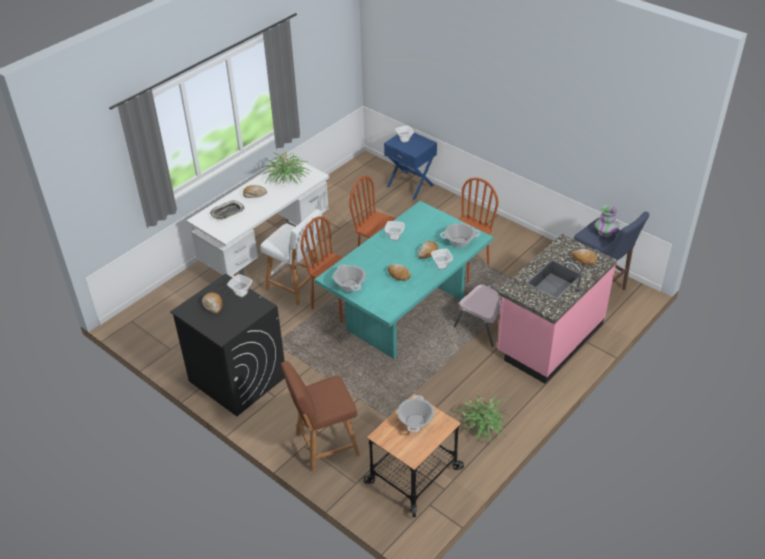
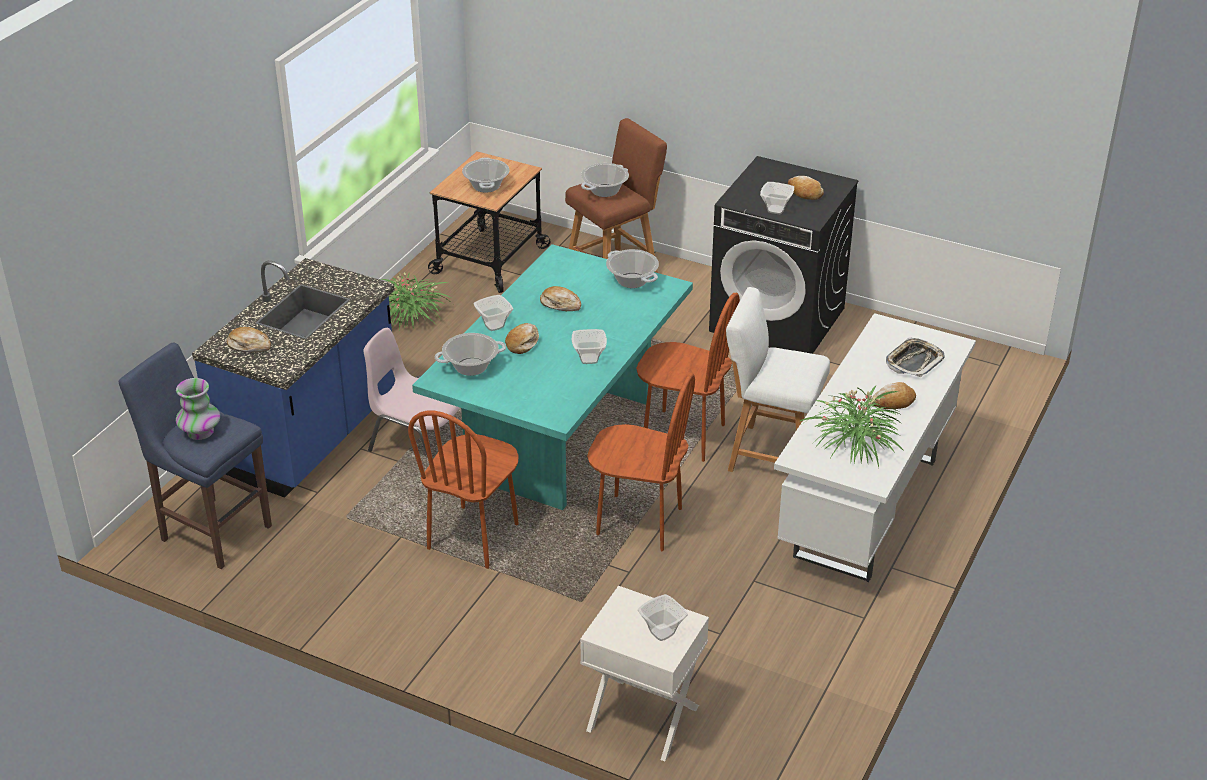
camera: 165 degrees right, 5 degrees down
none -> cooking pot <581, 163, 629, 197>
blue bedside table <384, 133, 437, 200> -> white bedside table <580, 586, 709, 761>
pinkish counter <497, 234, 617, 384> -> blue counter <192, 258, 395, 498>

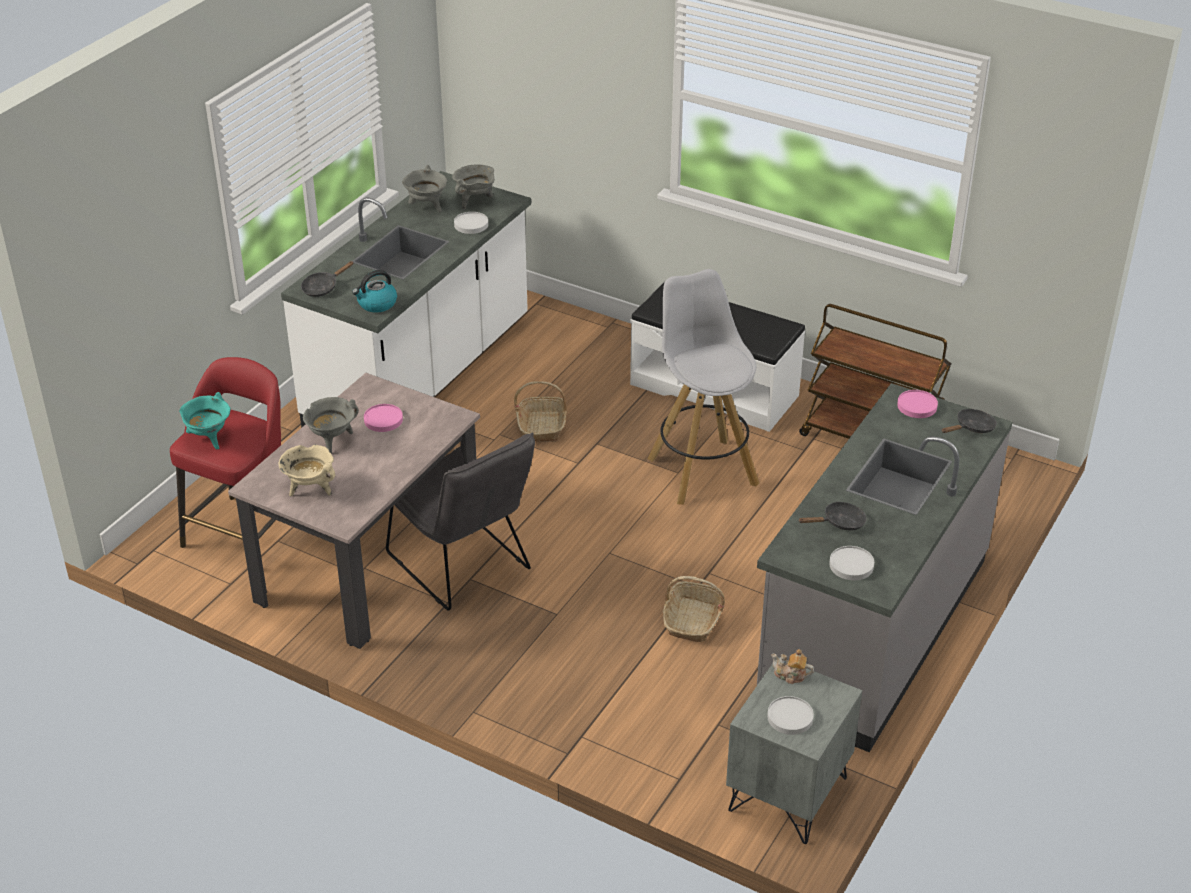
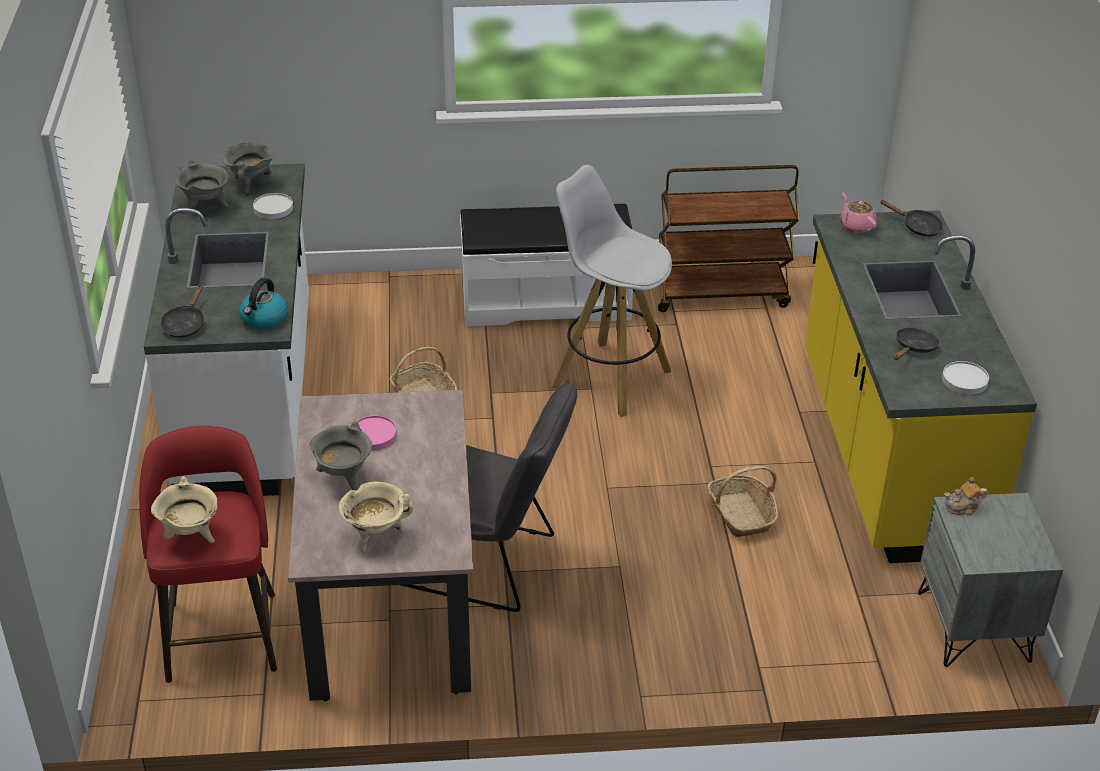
camera: 35 degrees left, 0 degrees up
white dinner plate <767, 696, 814, 735> -> none
pinkish dinner plate <897, 390, 938, 418> -> pinkish pot for tea <840, 193, 877, 233>
turquoise-coloured cooking pot <179, 392, 231, 449> -> sand-coloured cooking pot <151, 476, 218, 543>
greyish counter <757, 383, 1012, 752> -> yellow counter <805, 210, 1037, 563>
black skillet <941, 409, 997, 433> -> black skillet <881, 200, 943, 237>, 105 degrees clockwise

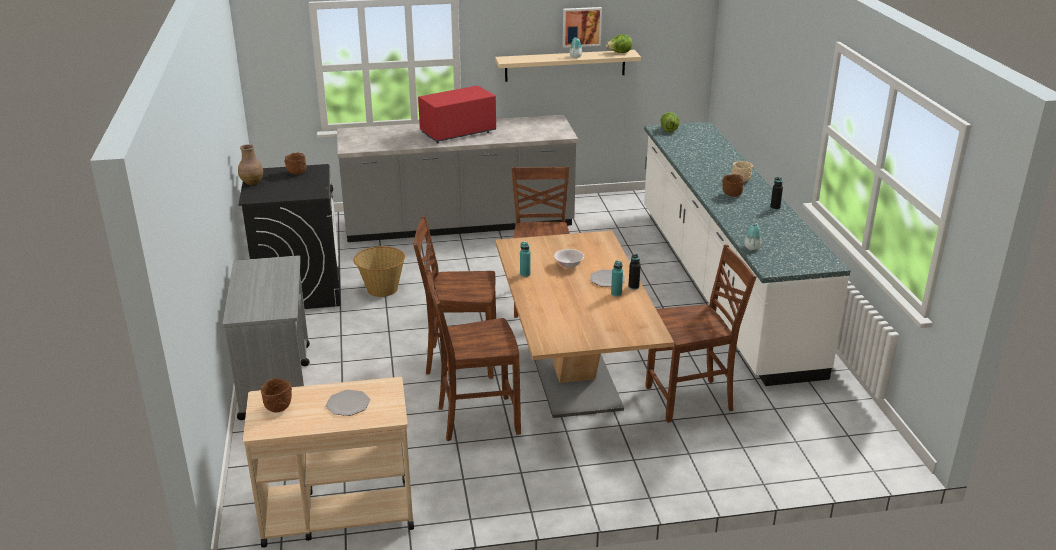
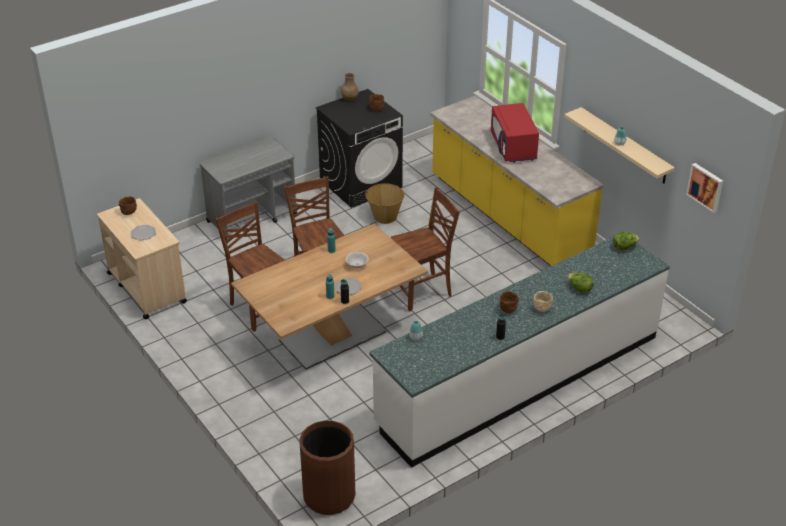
camera: 65 degrees right, 10 degrees up
brownish chair <646, 244, 757, 423> -> none
none -> brownish rubbish bin <299, 421, 355, 515>
wall picture <563, 7, 602, 48> -> wall picture <686, 163, 723, 213>, moved
lettuce head <605, 34, 632, 53> -> lettuce head <567, 273, 594, 293>, moved
greyish counter <337, 115, 578, 242> -> yellow counter <430, 96, 604, 266>
red kitchen microwave <418, 85, 496, 144> -> red kitchen microwave <491, 103, 539, 163>, 135 degrees counterclockwise

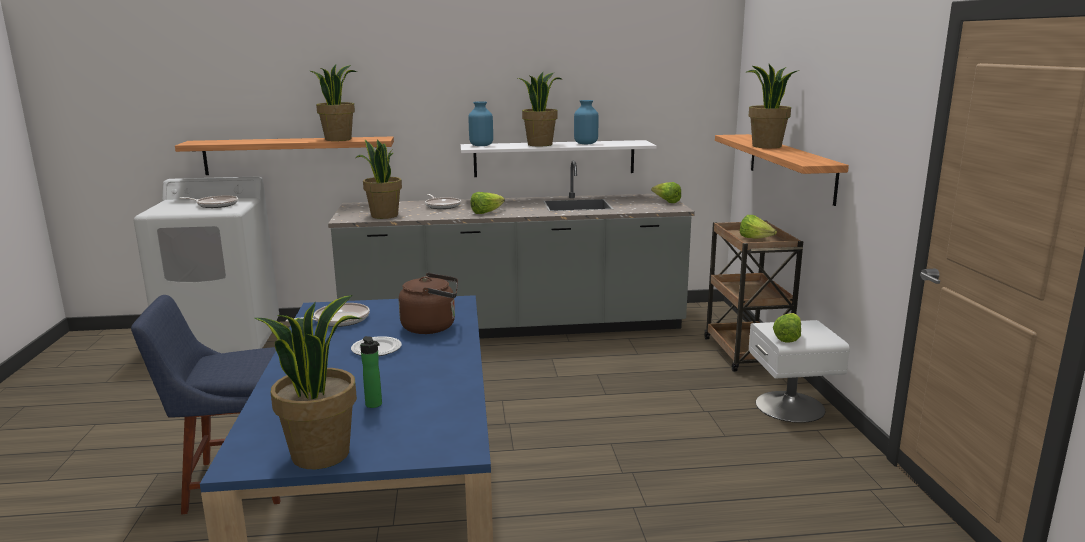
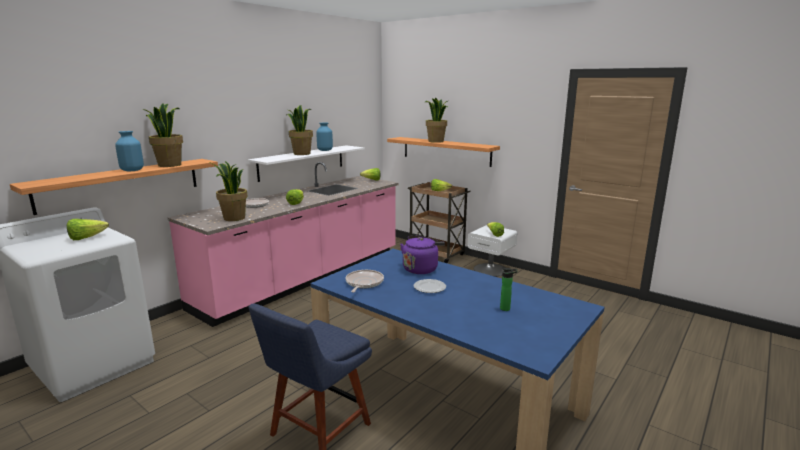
camera: 45 degrees left, 0 degrees up
plant in a pot <255, 295, 362, 469> -> none
blue vase <468, 101, 493, 146> -> blue vase <115, 131, 144, 171>, moved
skillet <180, 196, 238, 208> -> lettuce head <67, 219, 109, 240>
greyish counter <328, 160, 695, 339> -> pinkish counter <168, 162, 399, 327>
brownish water kettle <399, 273, 458, 334> -> purple-coloured water kettle <400, 235, 445, 274>

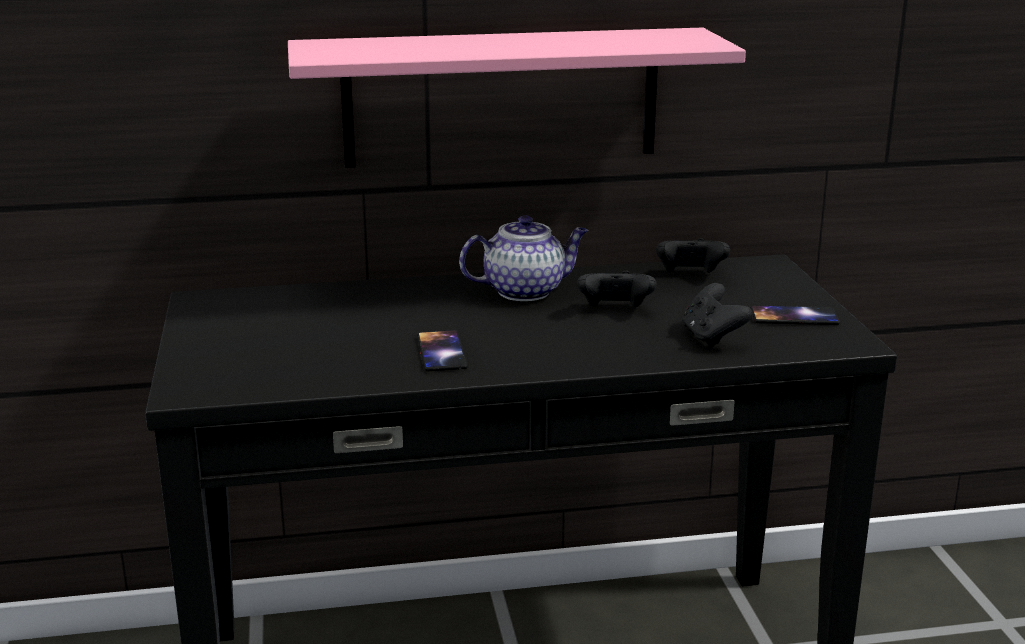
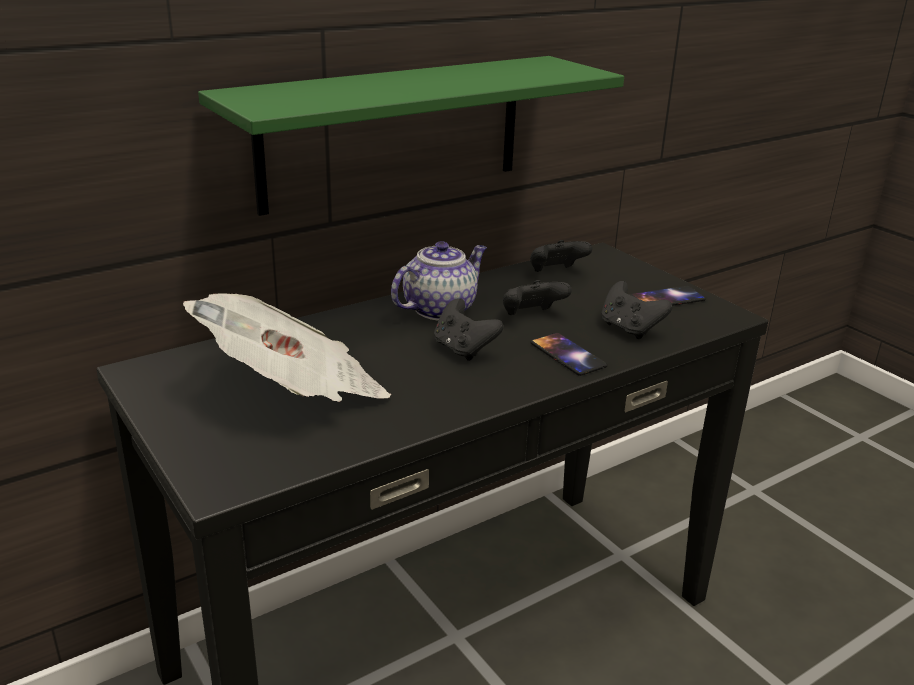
camera: 25 degrees left, 5 degrees up
none -> daily paper <183, 294, 391, 402>
none -> black game controller <434, 298, 504, 361>
telephone <417, 330, 468, 371> -> telephone <531, 333, 608, 376>, moved
pinkish bracket shelf <288, 28, 746, 168> -> green-coloured bracket shelf <198, 56, 624, 216>

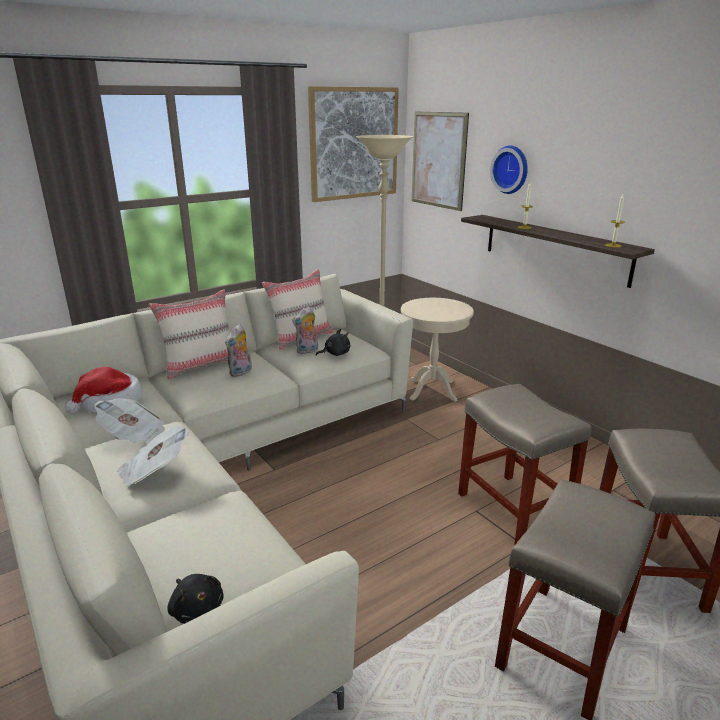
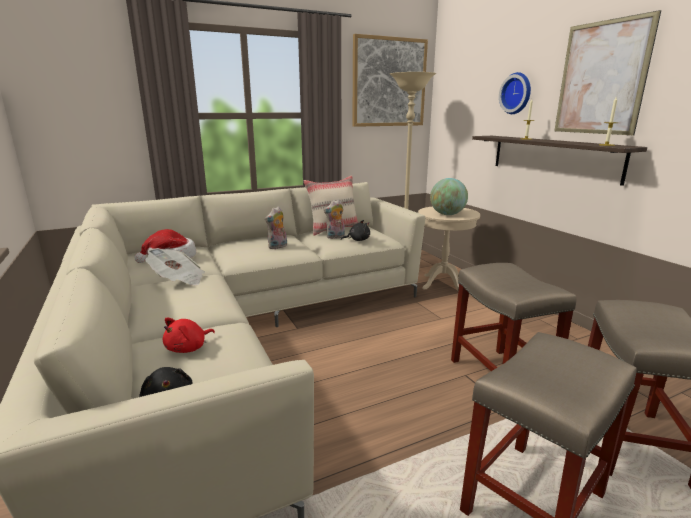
camera: 10 degrees right, 5 degrees down
daily paper <117, 425, 189, 488> -> none
sand-coloured throw pillow <149, 289, 230, 380> -> none
none -> red soft toy <163, 318, 215, 353>
none -> globe <430, 178, 468, 215>
wall picture <412, 112, 469, 211> -> wall picture <554, 10, 661, 135>, moved

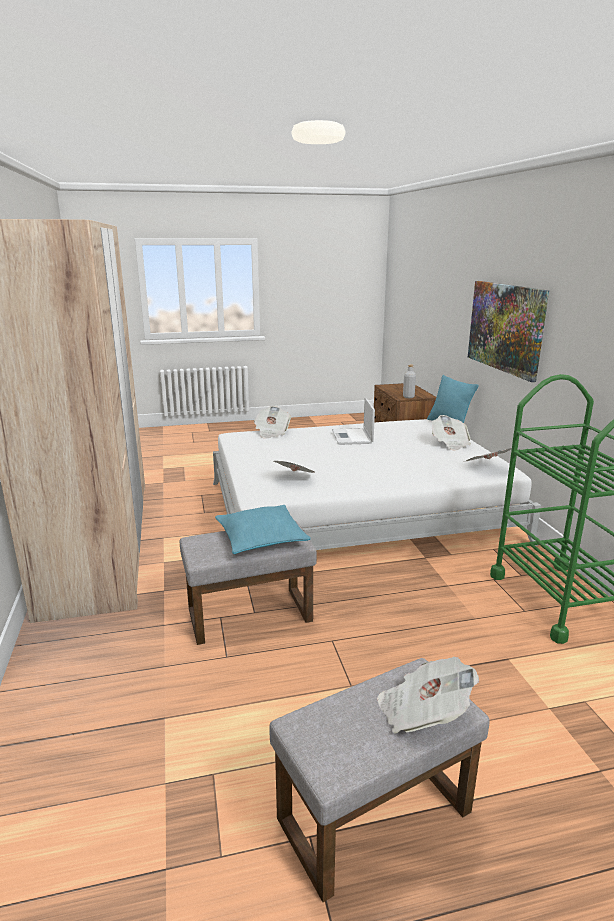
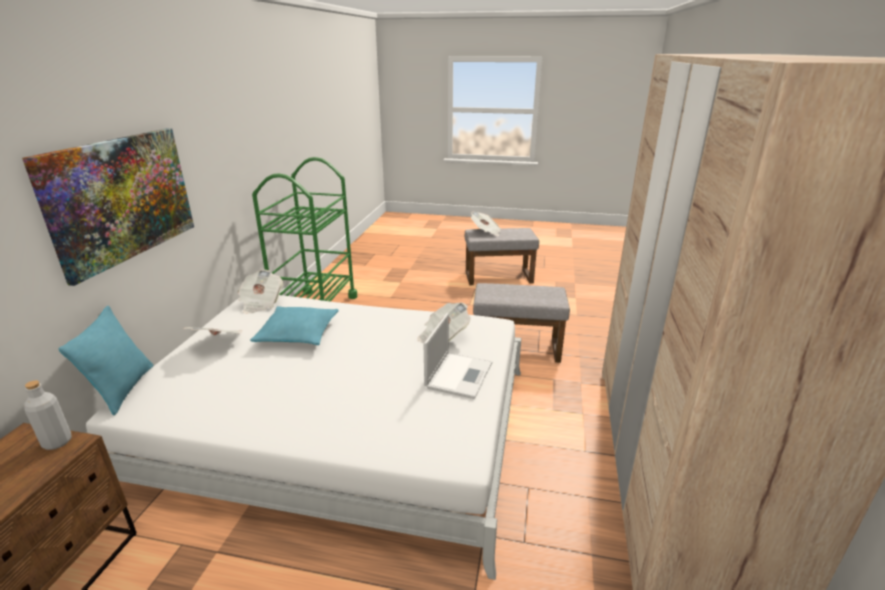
camera: 155 degrees left, 5 degrees up
daily paper <254, 406, 291, 438> -> none
turquoise-coloured throw pillow <215, 505, 311, 554> -> turquoise-coloured throw pillow <250, 306, 339, 345>, moved
portable computer <332, 398, 375, 445> -> portable computer <424, 313, 492, 399>, moved

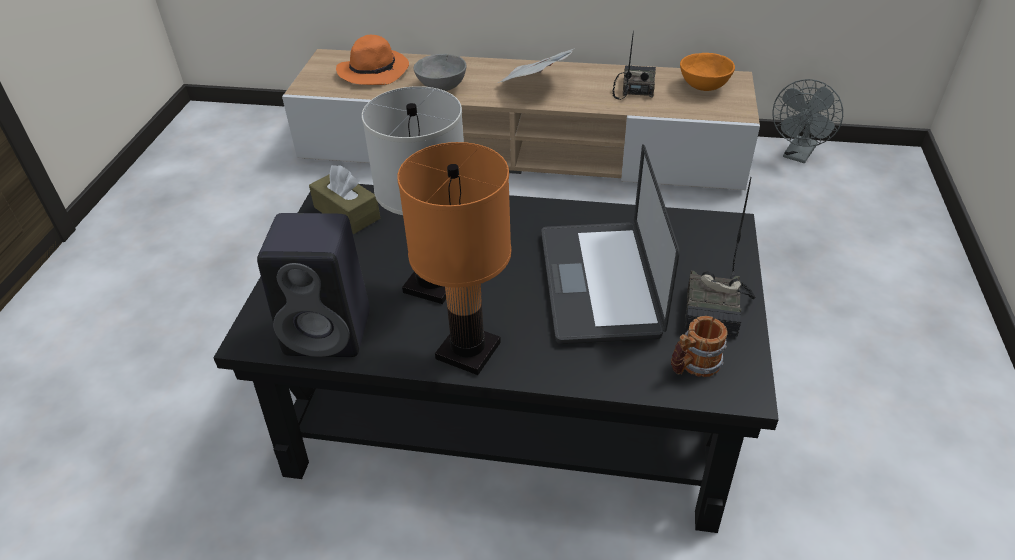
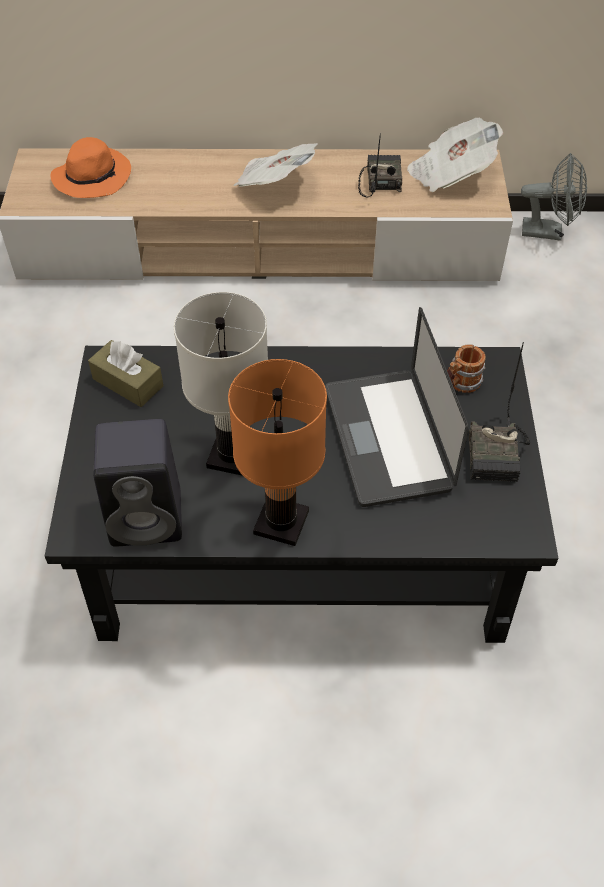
camera: 10 degrees left, 10 degrees up
greyish deep dish <413, 54, 467, 91> -> none
tea mug <671, 316, 728, 377> -> tea mug <447, 344, 486, 393>, moved
orange-coloured deep dish <680, 53, 735, 91> -> daily paper <407, 117, 503, 192>
greyish cooling fan <773, 79, 843, 163> -> greyish cooling fan <521, 153, 587, 241>, 105 degrees counterclockwise

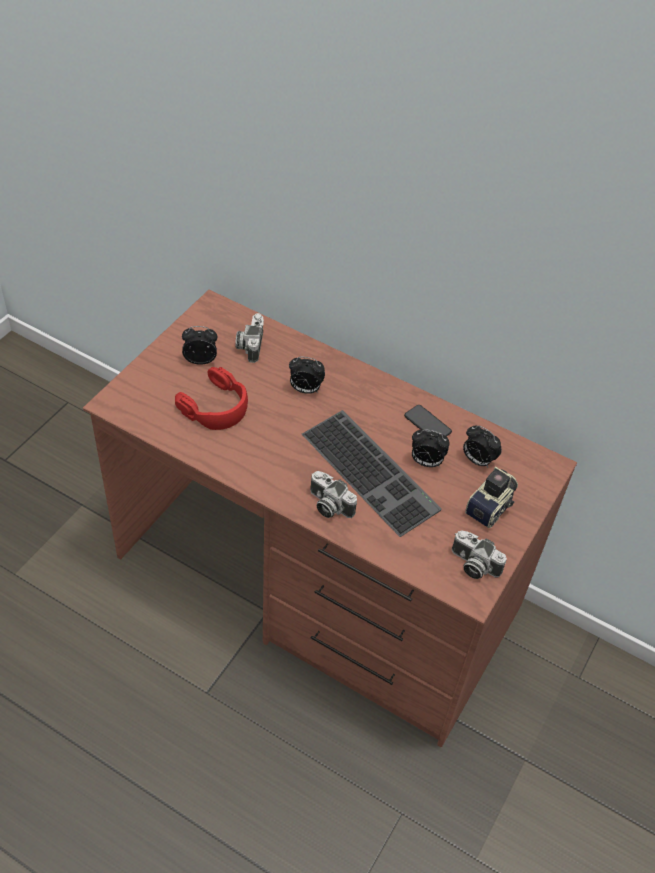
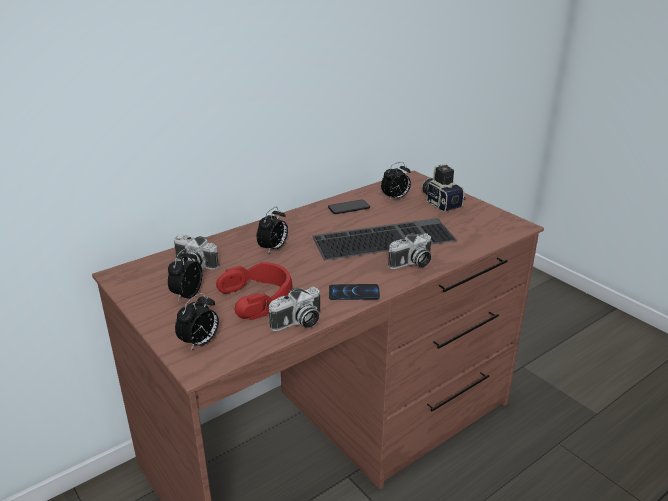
camera: 65 degrees left, 20 degrees down
none -> telephone <329, 284, 380, 300>
table clock <412, 429, 450, 467> -> table clock <175, 293, 219, 351>, moved
photo camera <452, 530, 507, 579> -> photo camera <269, 287, 320, 331>, moved

